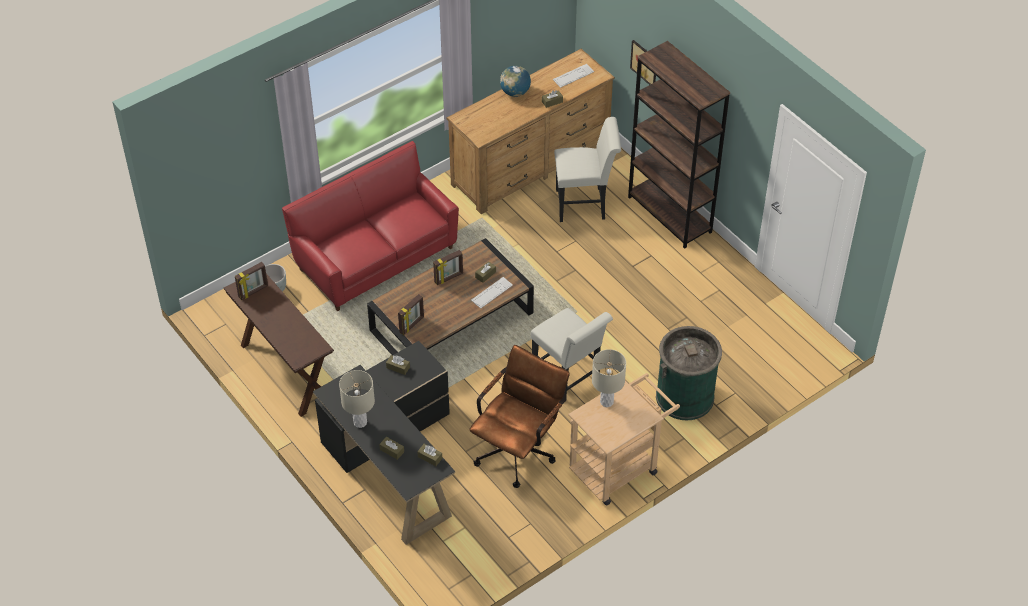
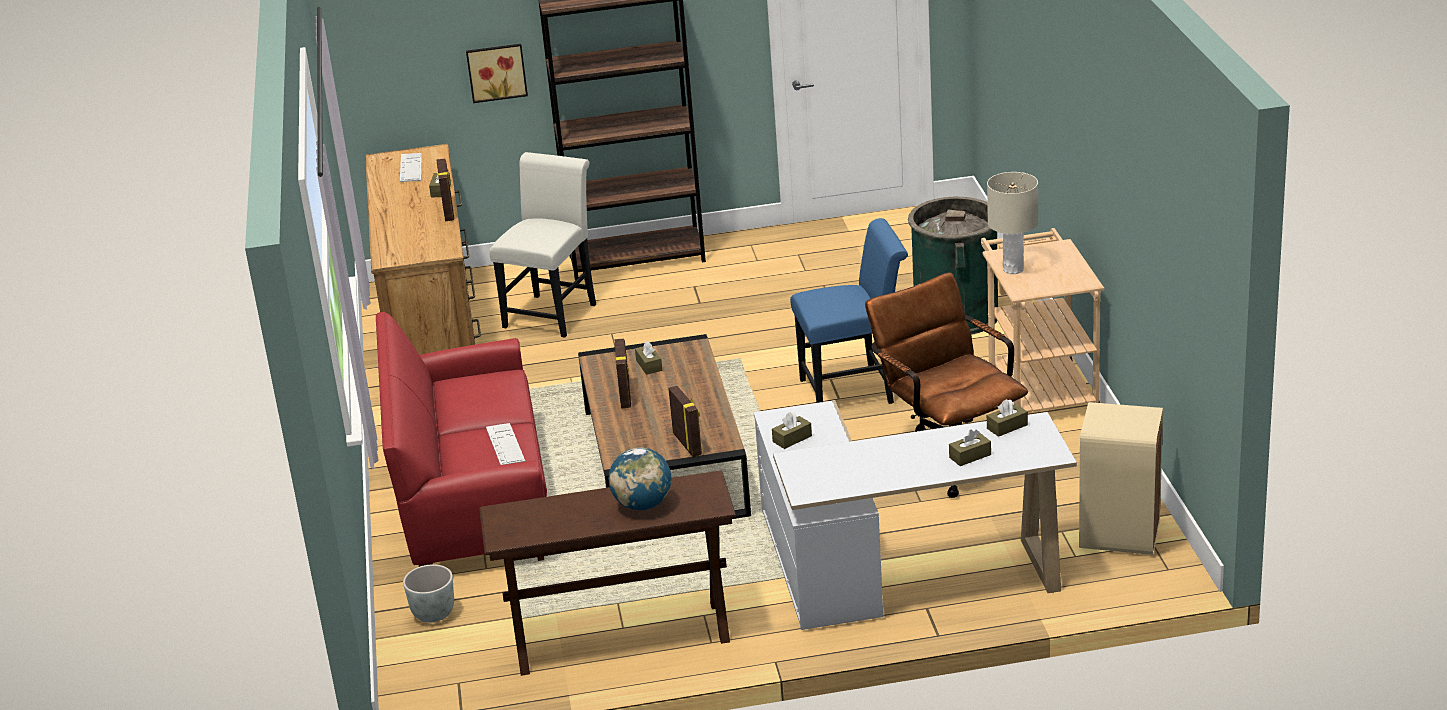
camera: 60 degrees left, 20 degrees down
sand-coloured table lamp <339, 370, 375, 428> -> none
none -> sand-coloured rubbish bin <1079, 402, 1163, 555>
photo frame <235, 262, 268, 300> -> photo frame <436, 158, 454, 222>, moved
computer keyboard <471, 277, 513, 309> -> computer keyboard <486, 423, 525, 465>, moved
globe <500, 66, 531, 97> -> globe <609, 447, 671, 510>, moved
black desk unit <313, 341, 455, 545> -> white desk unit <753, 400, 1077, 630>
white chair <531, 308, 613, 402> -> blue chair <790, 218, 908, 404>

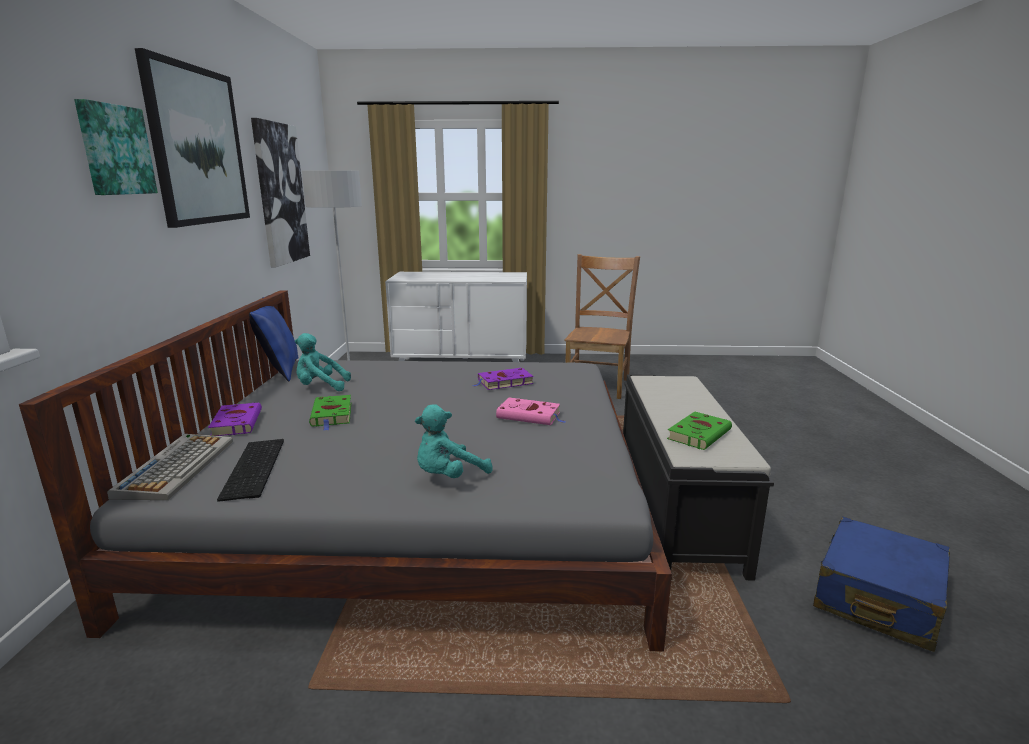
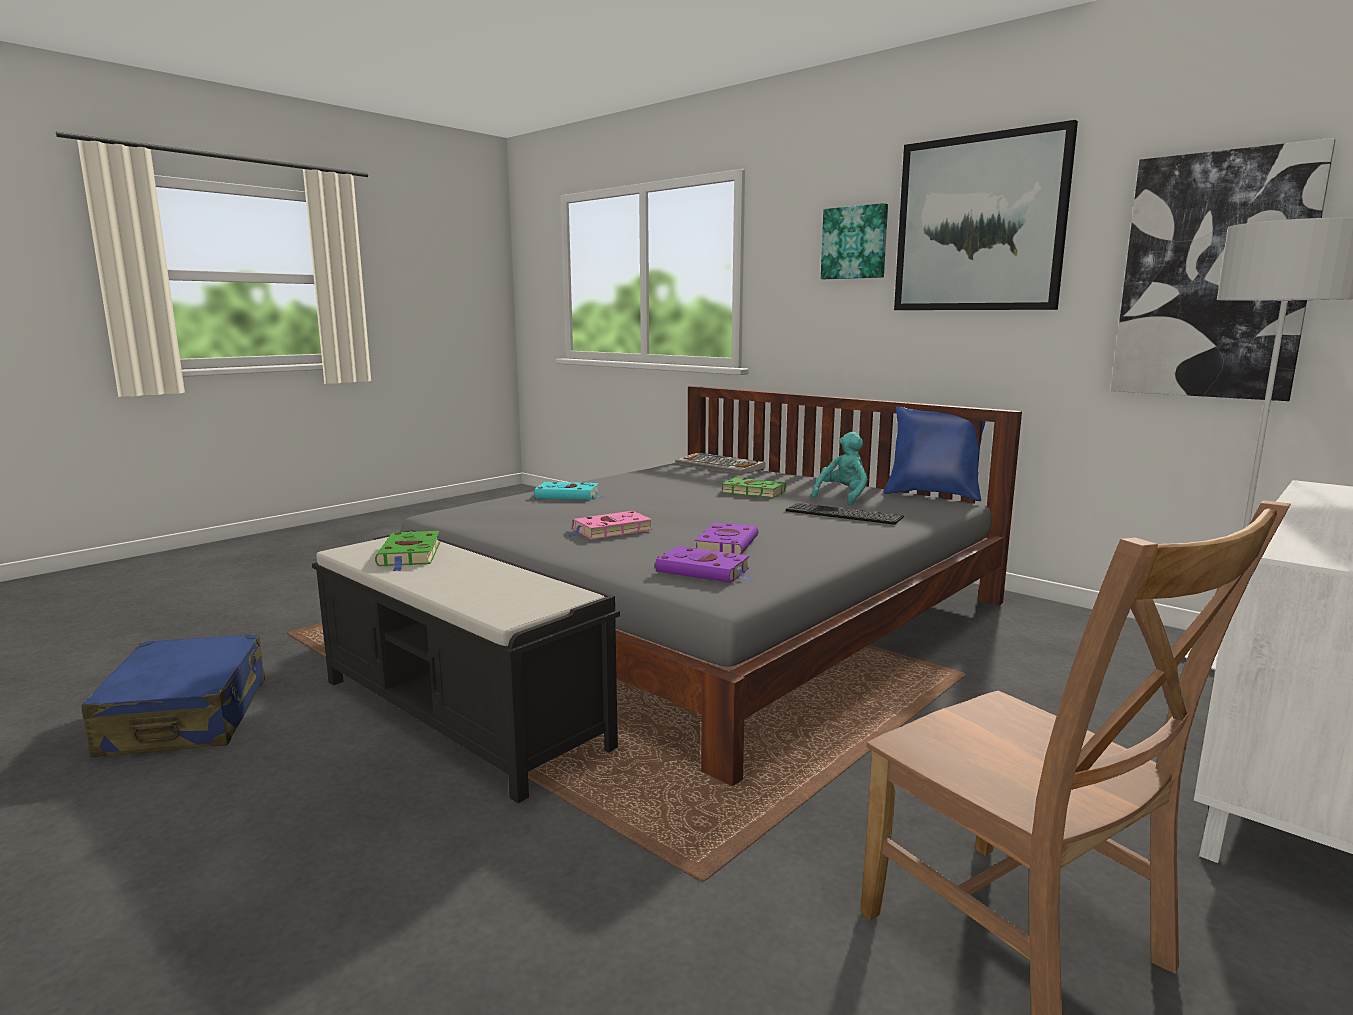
camera: 130 degrees right, 5 degrees down
purple-coloured book <208, 403, 262, 436> -> purple-coloured book <655, 546, 753, 583>, moved
computer keyboard <217, 439, 284, 502> -> computer keyboard <786, 503, 904, 525>, moved
turquoise-coloured soft toy <415, 405, 493, 478> -> turquoise-coloured book <534, 482, 604, 500>

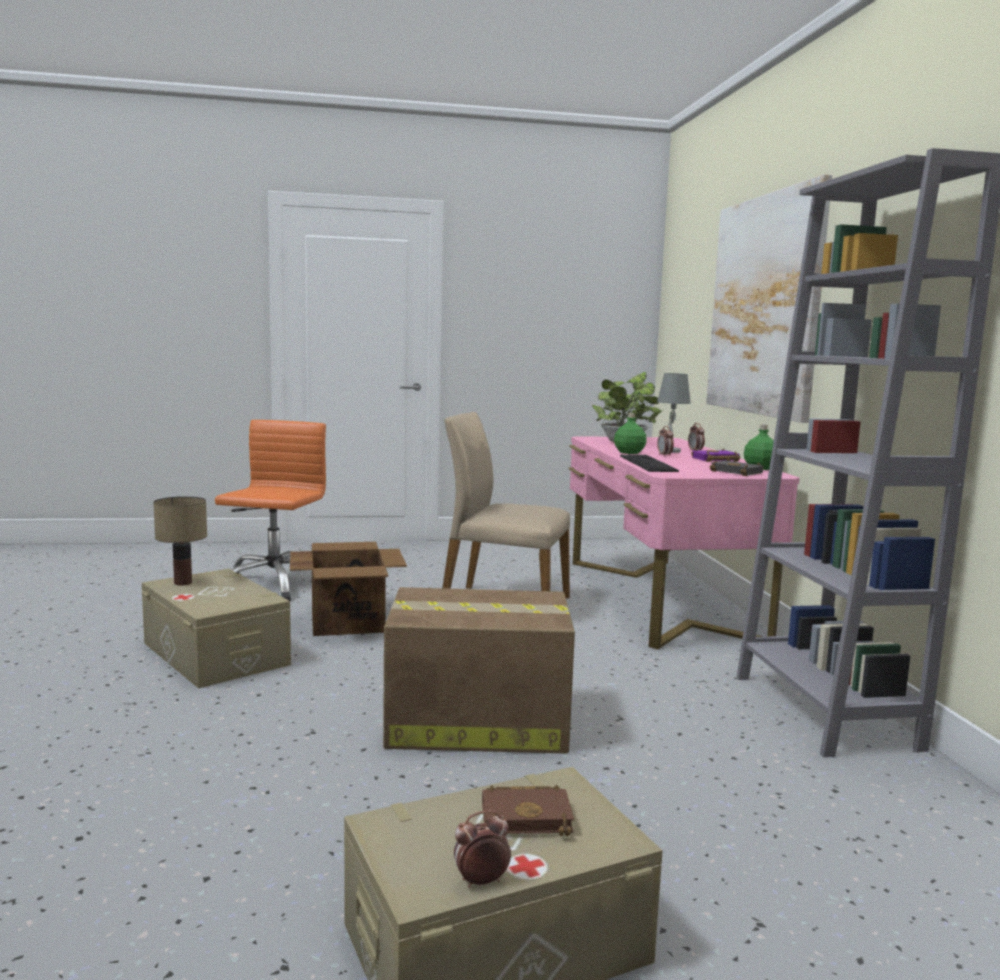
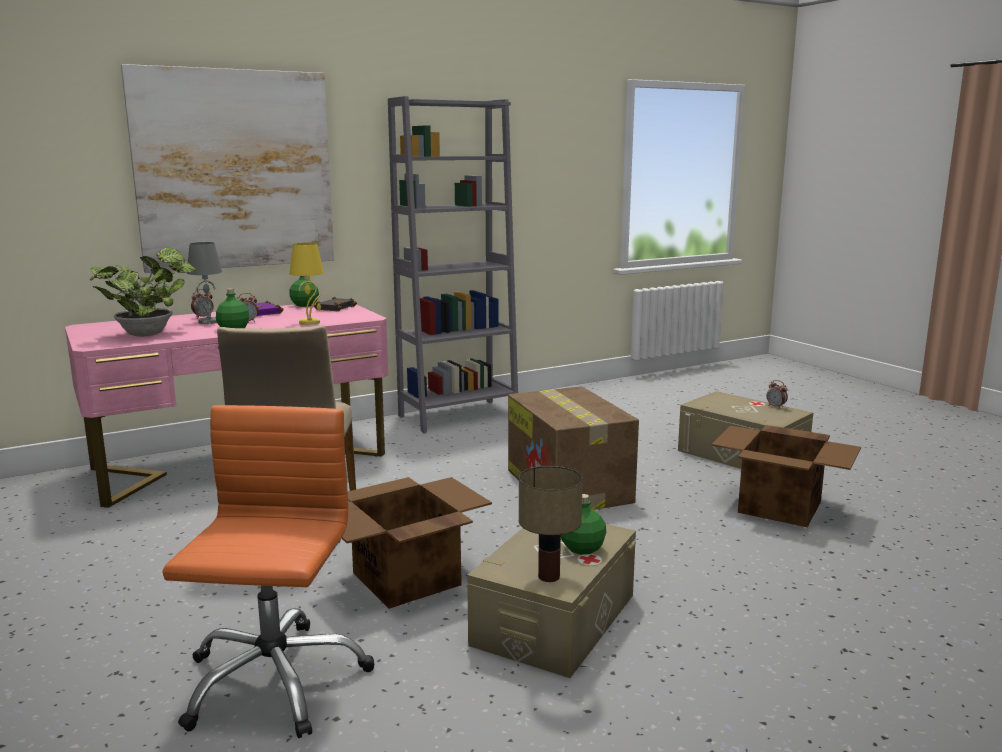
camera: 110 degrees left, 5 degrees up
brownish book <482, 785, 574, 836> -> none
none -> green-coloured beverage bottle <561, 494, 606, 555>
none -> cardboard box <711, 425, 861, 527>
computer keyboard <620, 454, 679, 472> -> yellow table lamp <289, 243, 324, 325>
orange-coloured desk chair <215, 420, 326, 601> -> orange-coloured desk chair <162, 405, 375, 738>, 105 degrees clockwise

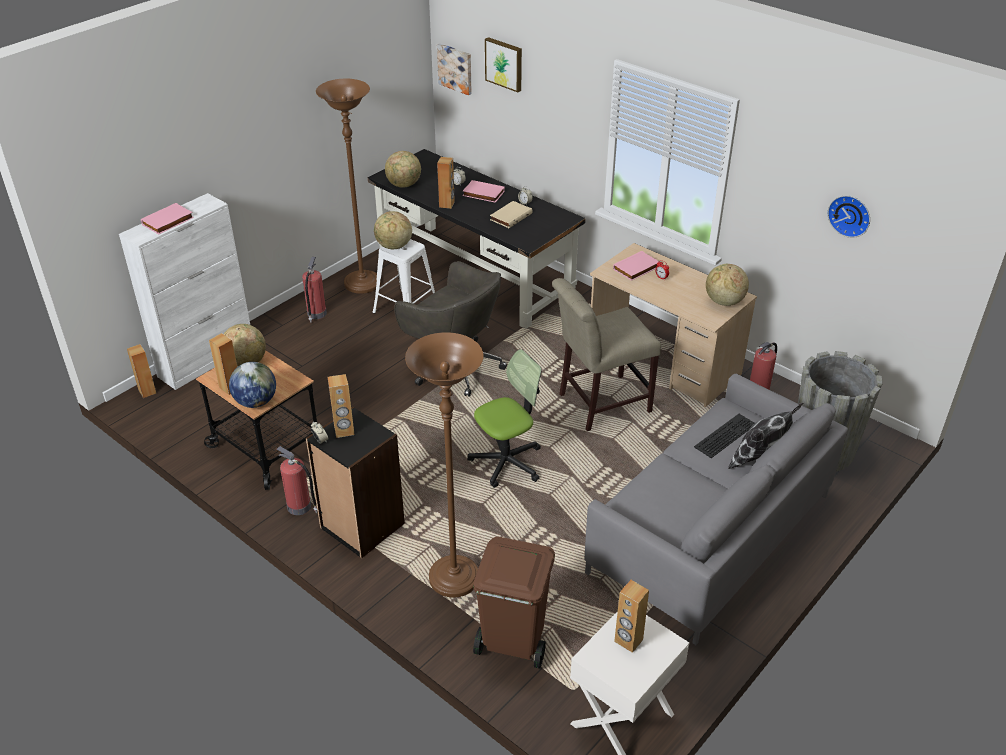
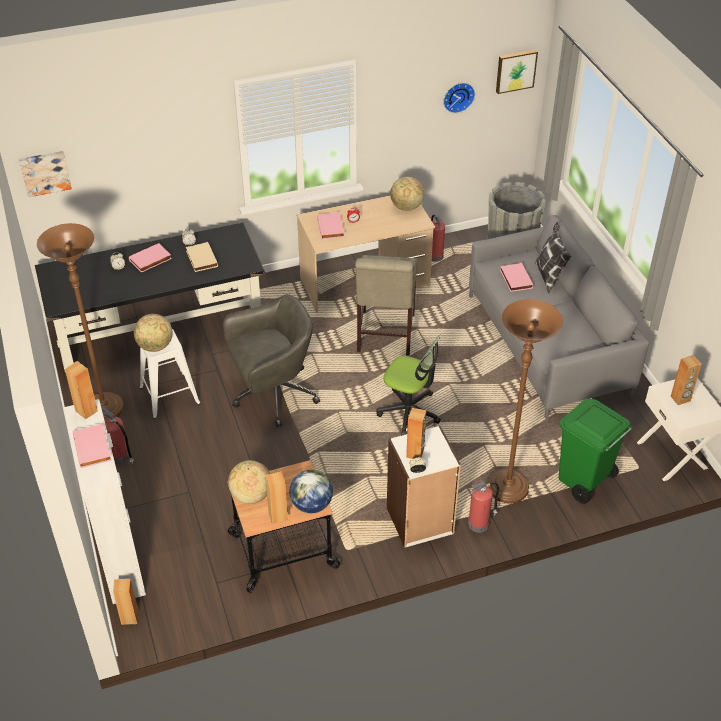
camera: 60 degrees left, 5 degrees up
globe <385, 151, 421, 188> -> none
fire extinguisher <277, 446, 317, 515> -> fire extinguisher <468, 481, 499, 533>, moved
brownish loudspeaker <437, 157, 455, 209> -> brownish loudspeaker <65, 361, 98, 419>, moved
wall picture <485, 37, 522, 92> -> wall picture <496, 50, 538, 94>, moved
computer keyboard <694, 414, 754, 458> -> pinkish book <500, 263, 533, 292>
black bookshelf <306, 407, 405, 558> -> white bookshelf <387, 426, 461, 548>
brownish rubbish bin <473, 537, 555, 669> -> green-coloured rubbish bin <559, 399, 633, 504>
desk chair <467, 349, 542, 488> -> desk chair <376, 335, 441, 436>, 120 degrees clockwise

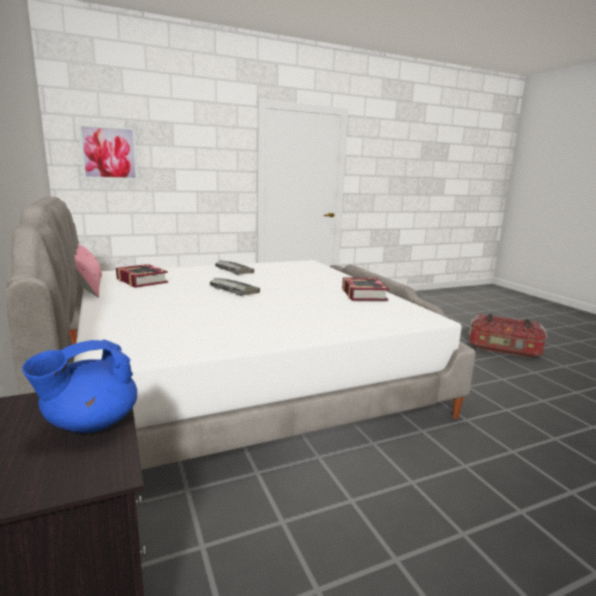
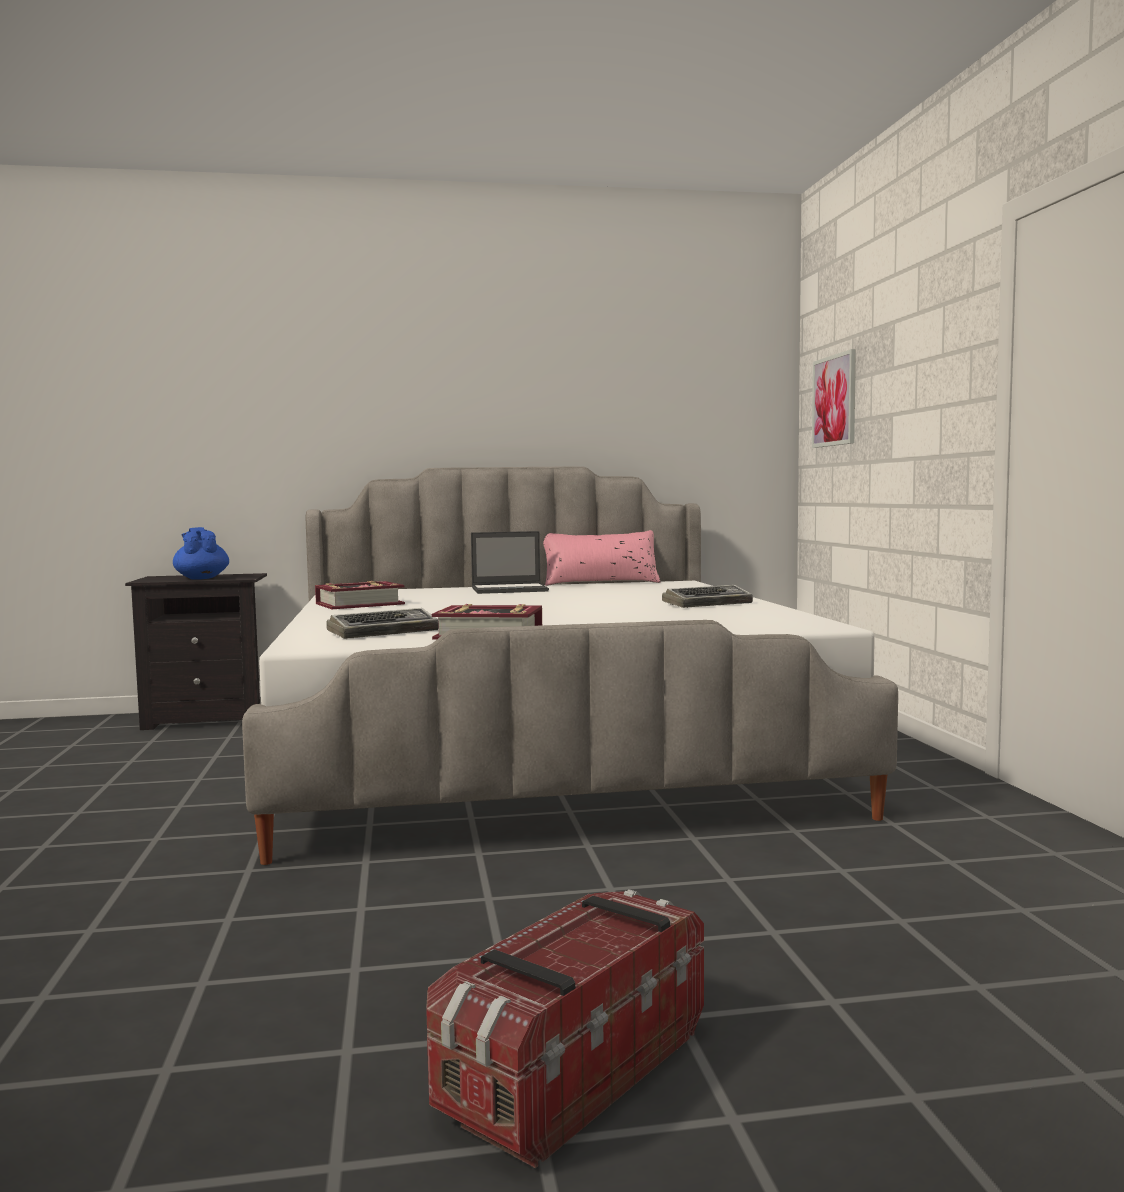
camera: 105 degrees right, 10 degrees down
none -> portable computer <471, 531, 549, 594>
book <116, 264, 168, 288> -> book <315, 581, 405, 609>, moved
computer keyboard <210, 278, 260, 296> -> computer keyboard <326, 608, 439, 639>, moved

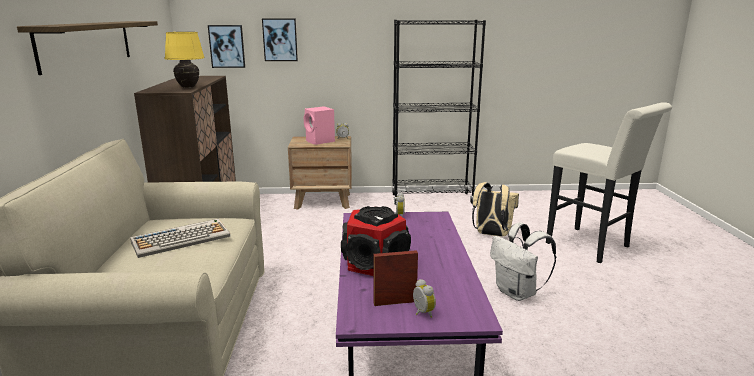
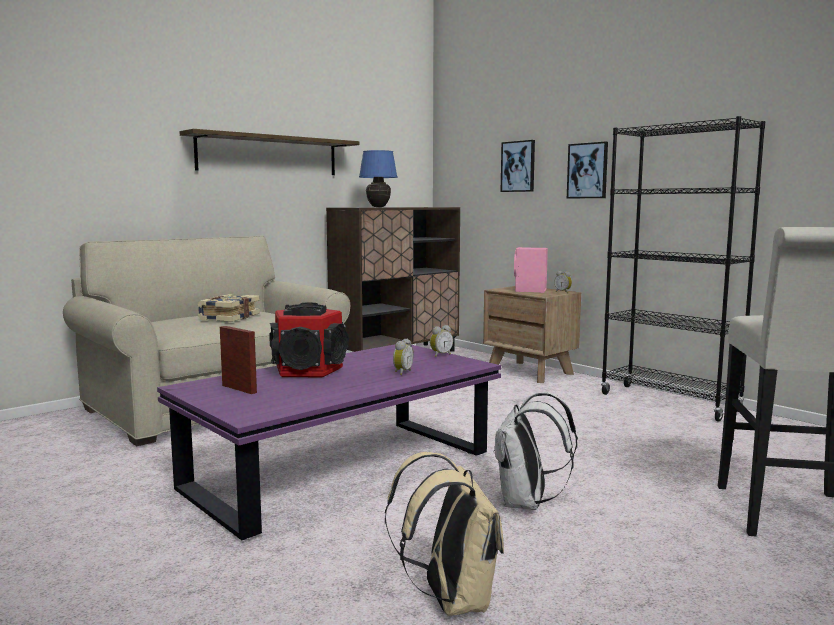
camera: 50 degrees right, 10 degrees down
wall picture <208, 25, 245, 68> -> wall picture <567, 142, 608, 198>, moved
table clock <413, 279, 436, 318> -> table clock <393, 338, 414, 375>, moved
sand-coloured knapsack <472, 182, 519, 237> -> sand-coloured knapsack <385, 452, 504, 616>, moved
computer keyboard <130, 219, 230, 258> -> book <197, 294, 260, 322>
yellow table lamp <165, 32, 205, 88> -> blue table lamp <359, 150, 398, 207>

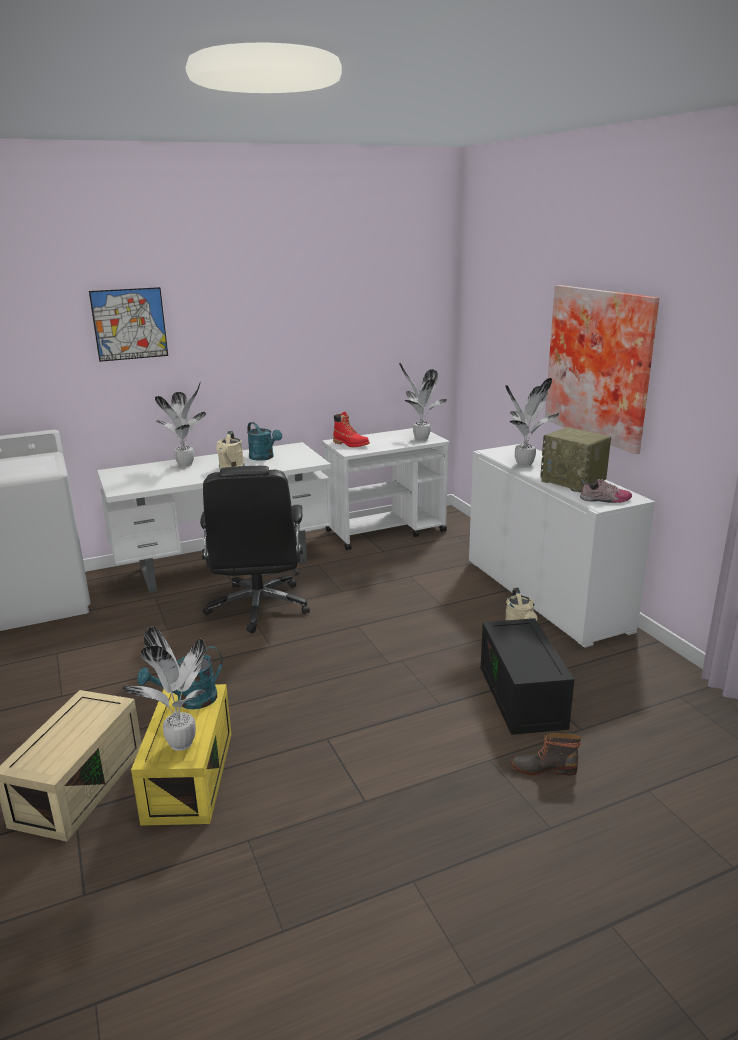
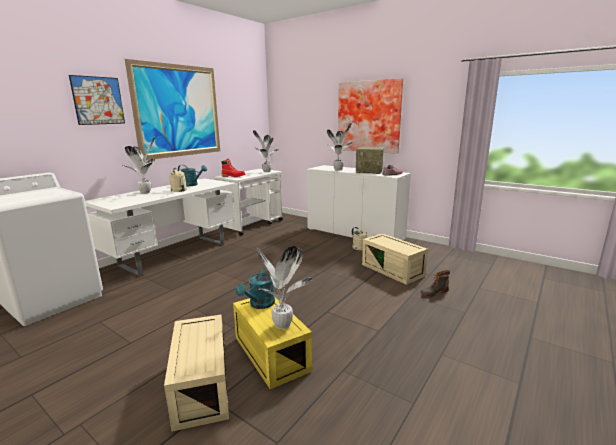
camera: 30 degrees left, 5 degrees down
black desk chair <200, 466, 310, 633> -> none
none -> wall picture <125, 59, 220, 160>
black storage bin <481, 618, 574, 735> -> sand-coloured storage bin <362, 234, 428, 285>

